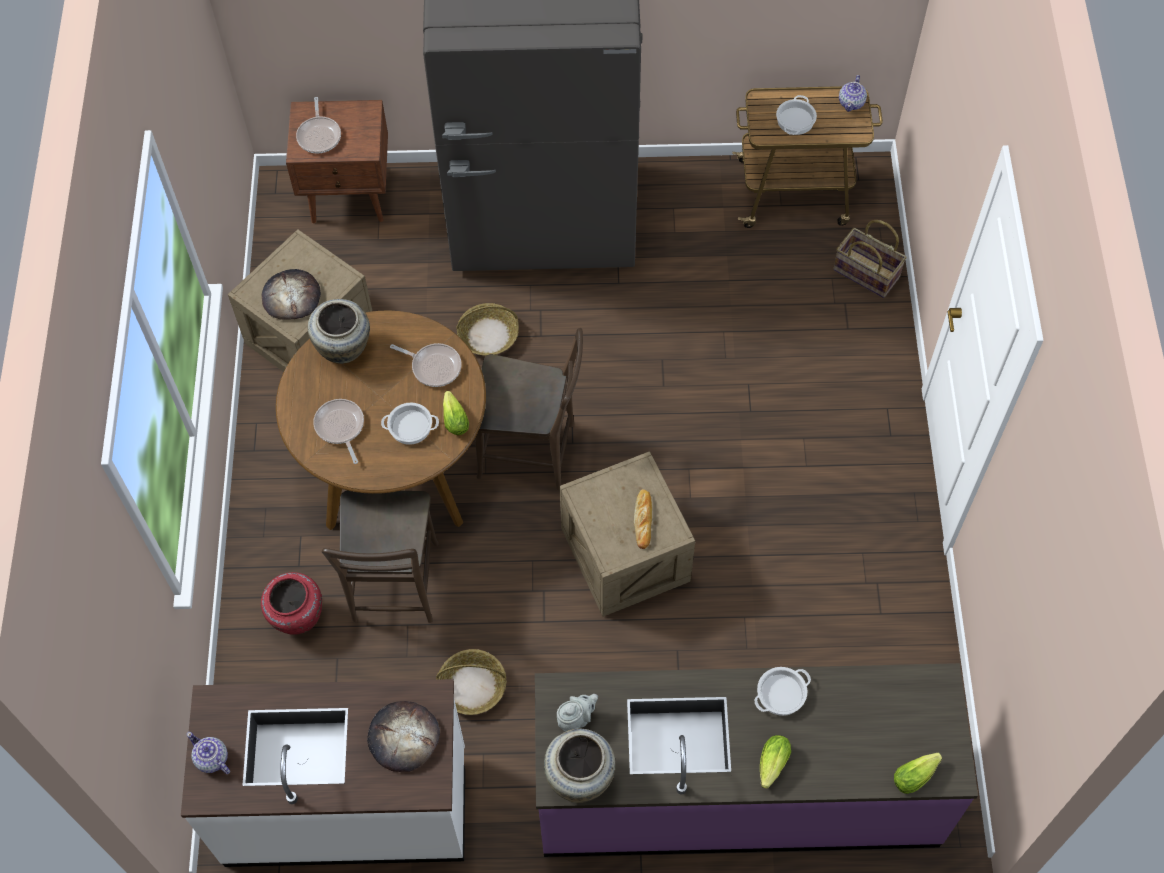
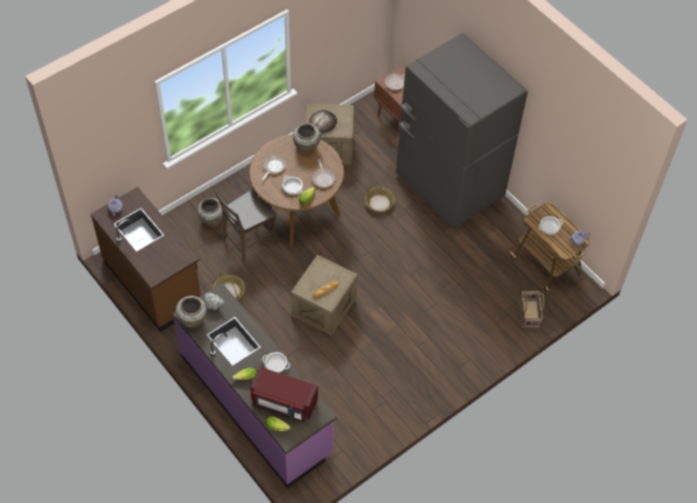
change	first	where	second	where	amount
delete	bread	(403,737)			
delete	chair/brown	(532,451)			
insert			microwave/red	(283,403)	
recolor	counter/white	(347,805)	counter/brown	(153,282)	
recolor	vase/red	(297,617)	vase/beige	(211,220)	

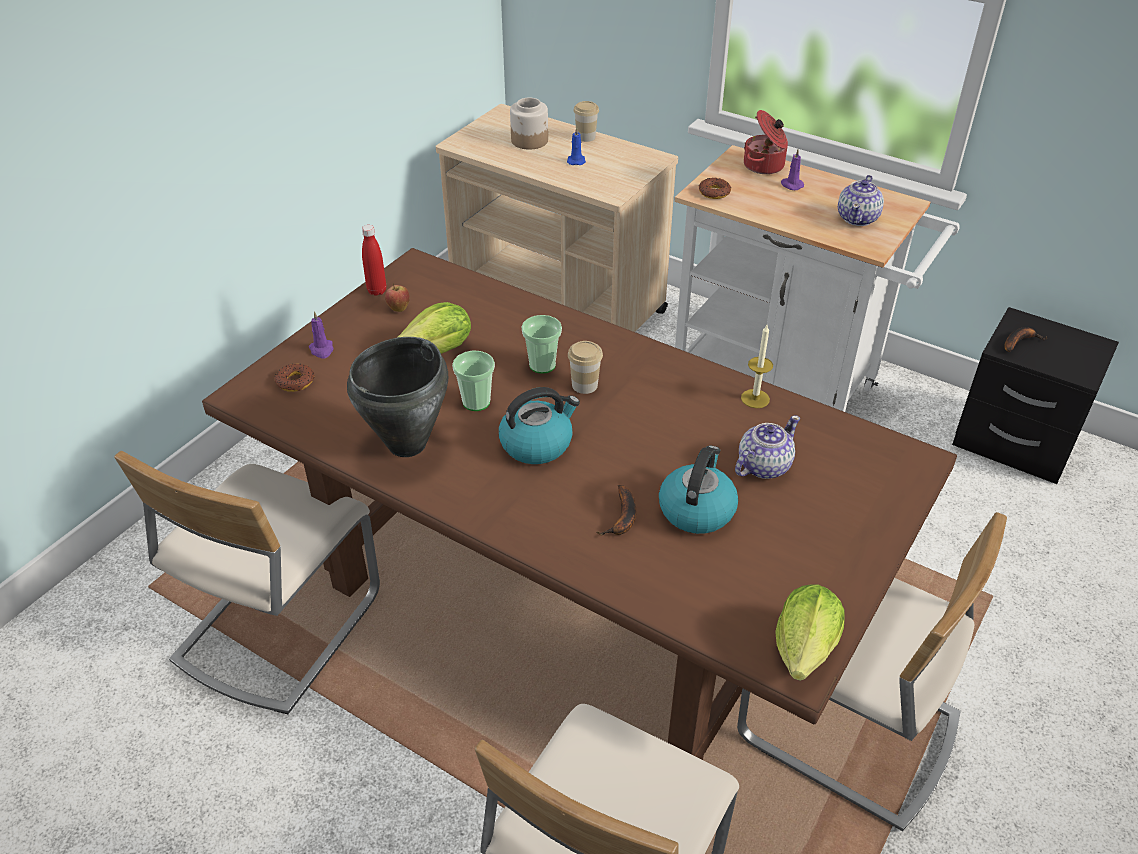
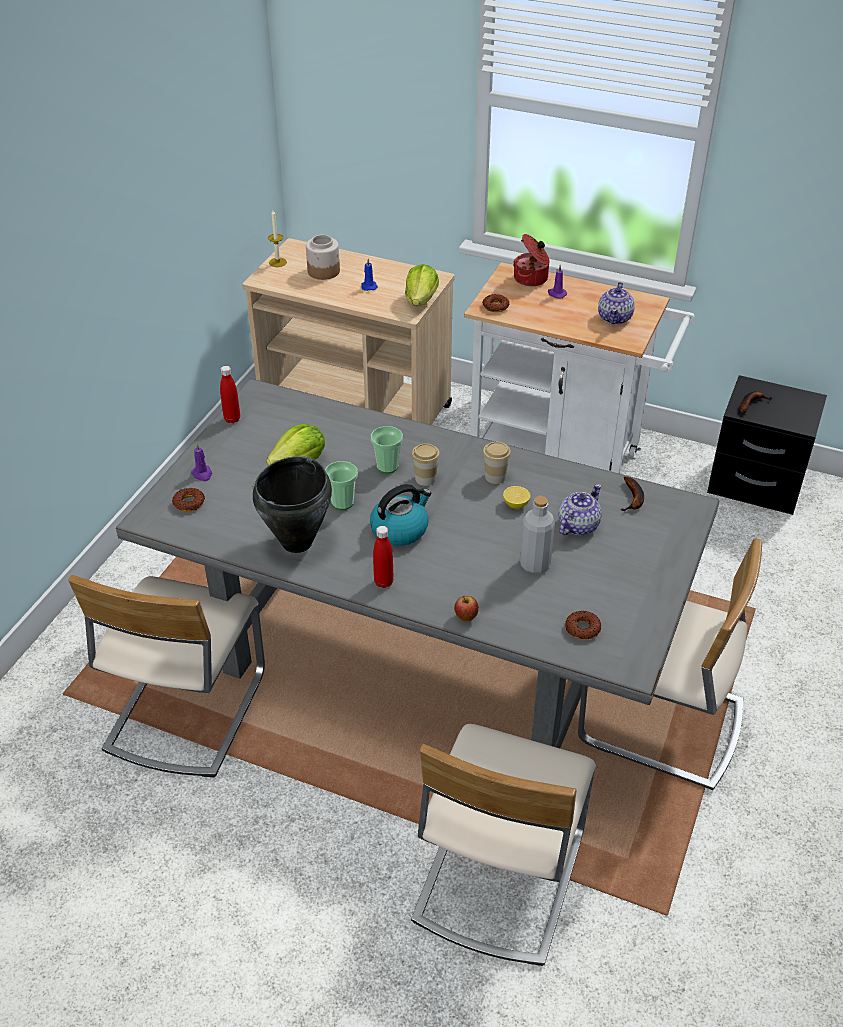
change	first	where	second	where	amount
insert			bottle/red	(383,582)	
insert			lemon	(516,504)	
insert			donut	(582,628)	
move	apple	(398,309)		(466,618)	
move	cup	(586,137)		(495,477)	
move	banana	(622,518)		(633,499)	
move	candle	(755,398)		(277,262)	
move	lettuce	(805,648)		(421,300)	
replace	kettle	(696,509)	bottle/grey	(534,564)	
recolor	dining table/brown	(565,592)	dining table/grey	(418,651)	

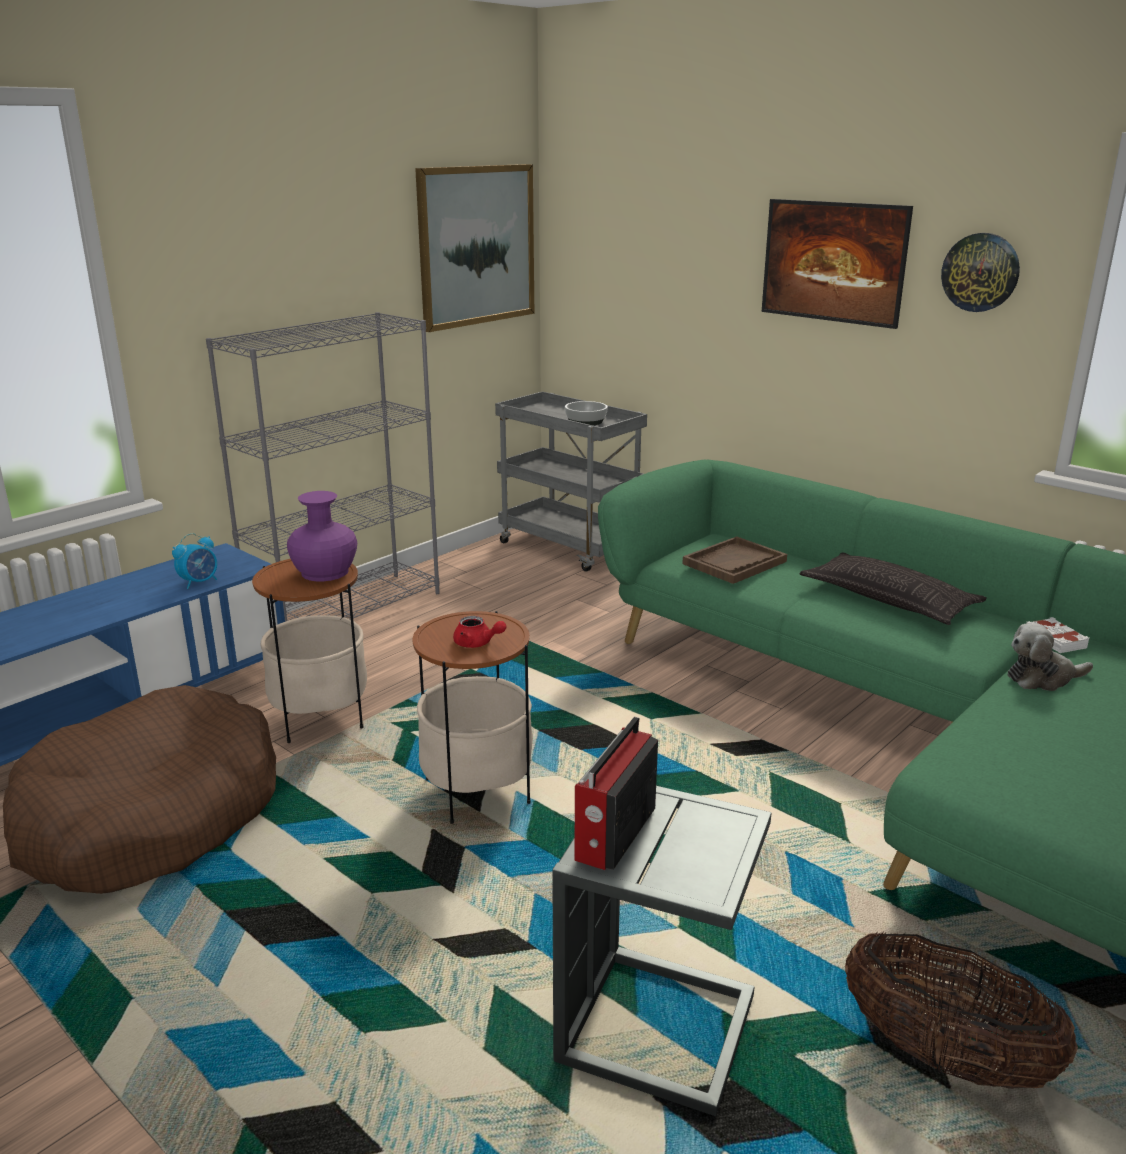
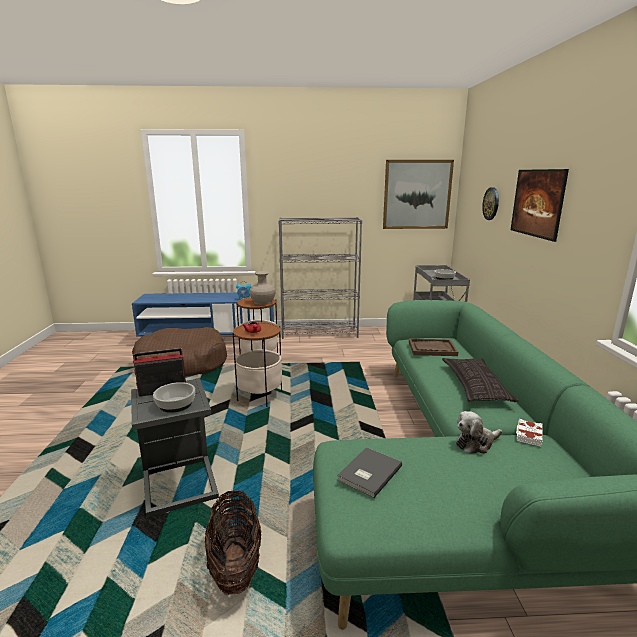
change	first	where	second	where	amount
insert			bowl	(175,404)	
insert			book/grey	(368,473)	
move	wall clock	(980,272)		(491,203)	
recolor	vase/purple	(325,572)	vase/beige	(263,302)	
rotate	plush toy	(1042,678)		(476,443)	60 degrees counterclockwise

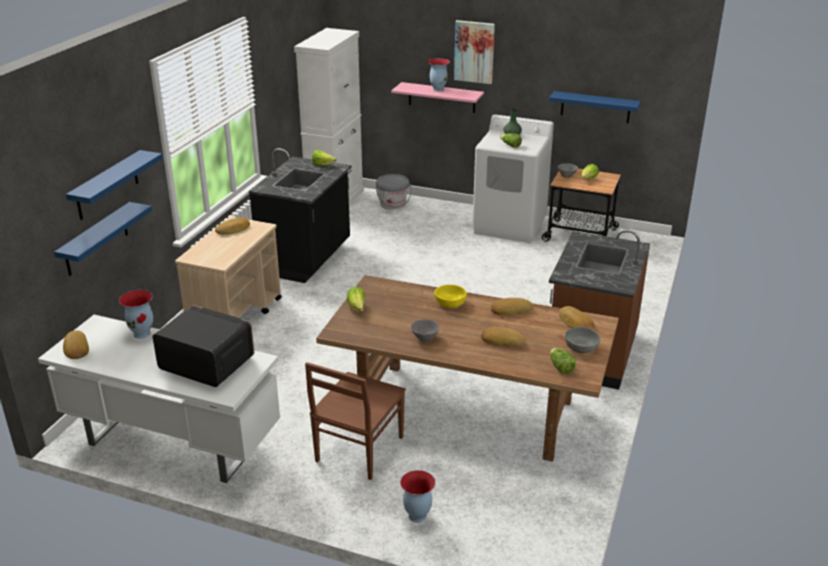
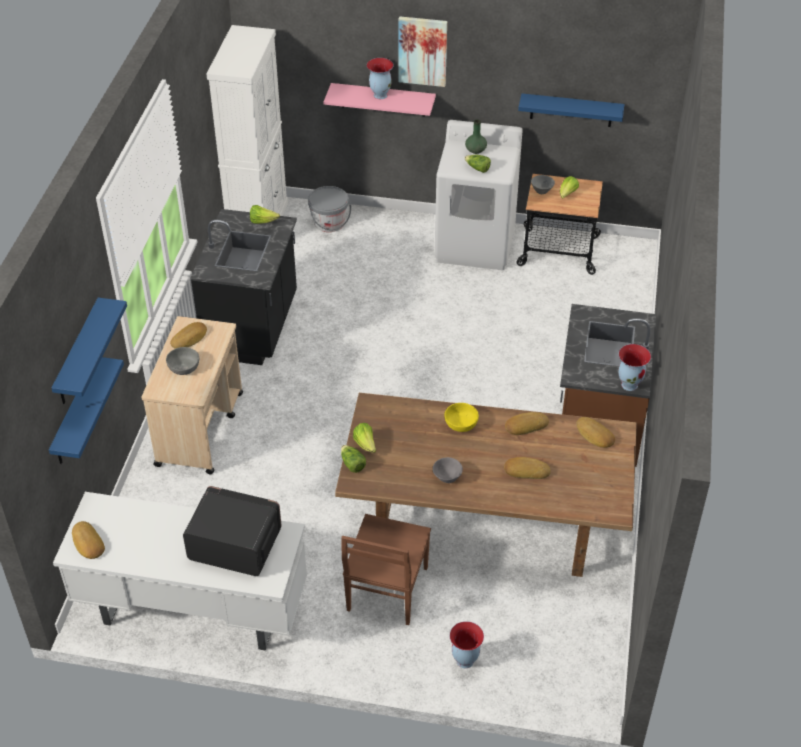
change	first	where	second	where	amount
move	vase	(142,333)		(629,384)	
move	lettuce	(560,367)		(352,464)	
move	bowl/grey	(581,347)		(184,367)	

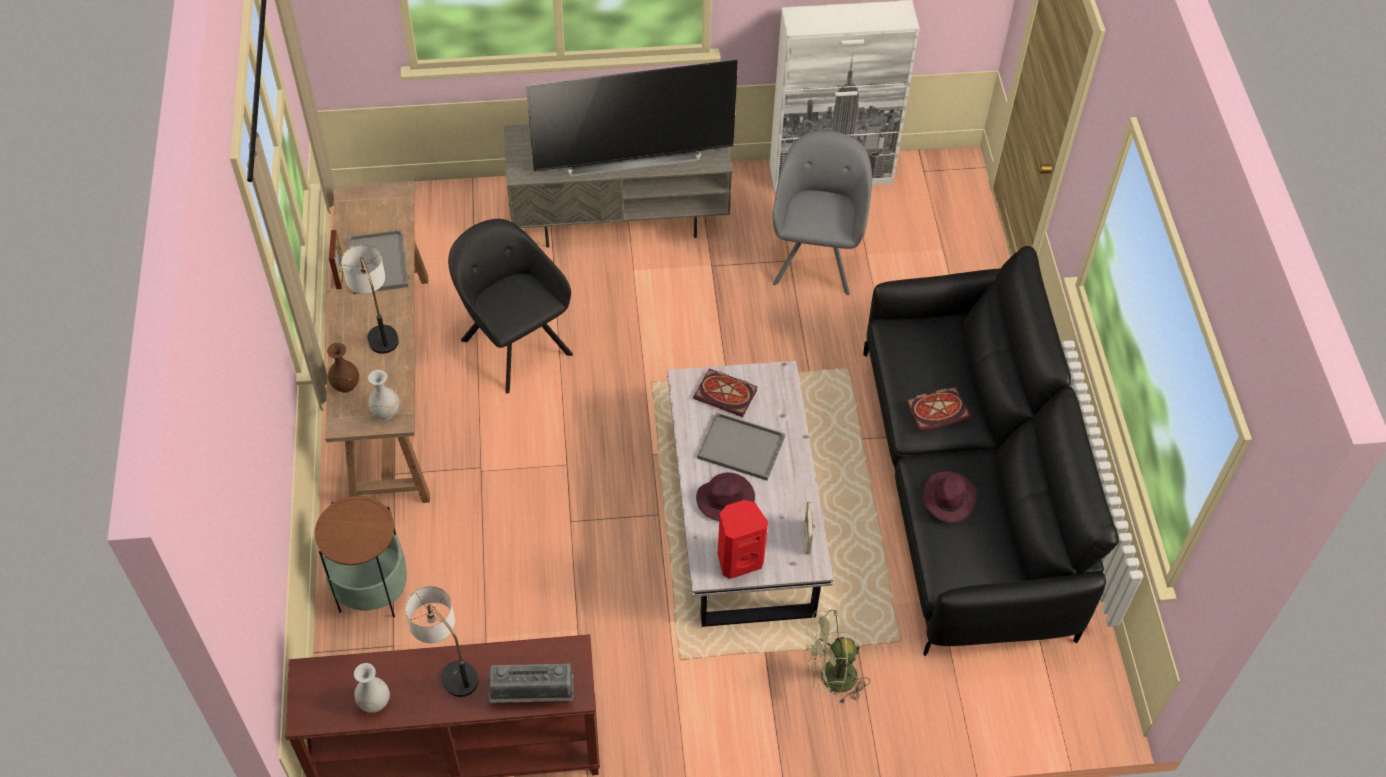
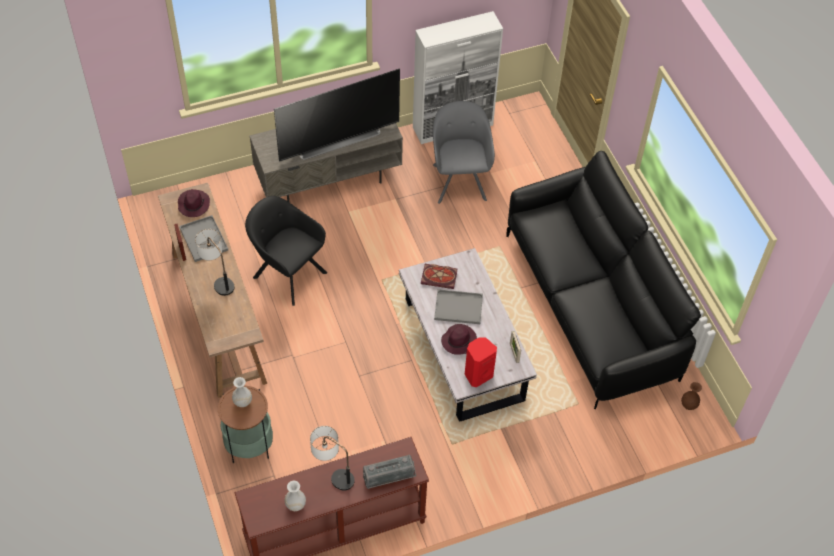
change	first	where	second	where	amount
delete	fan/green	(830,678)			
delete	book	(938,410)			
move	vase/brown	(346,385)		(688,405)	
move	vase/white	(385,412)		(242,402)	
move	hat/purple	(948,498)		(193,204)	

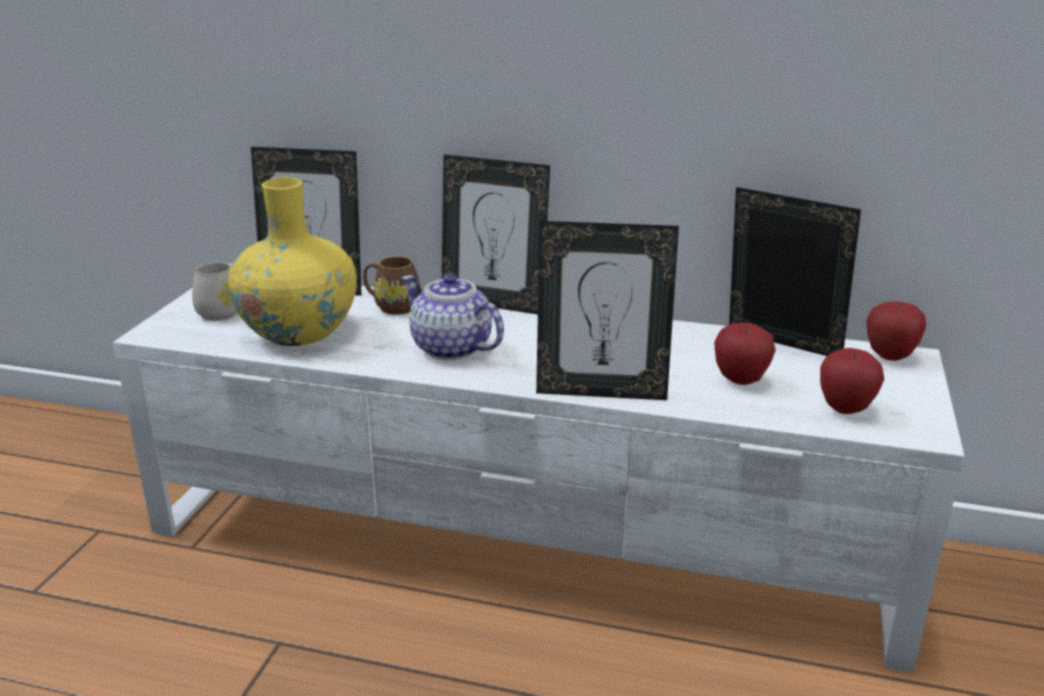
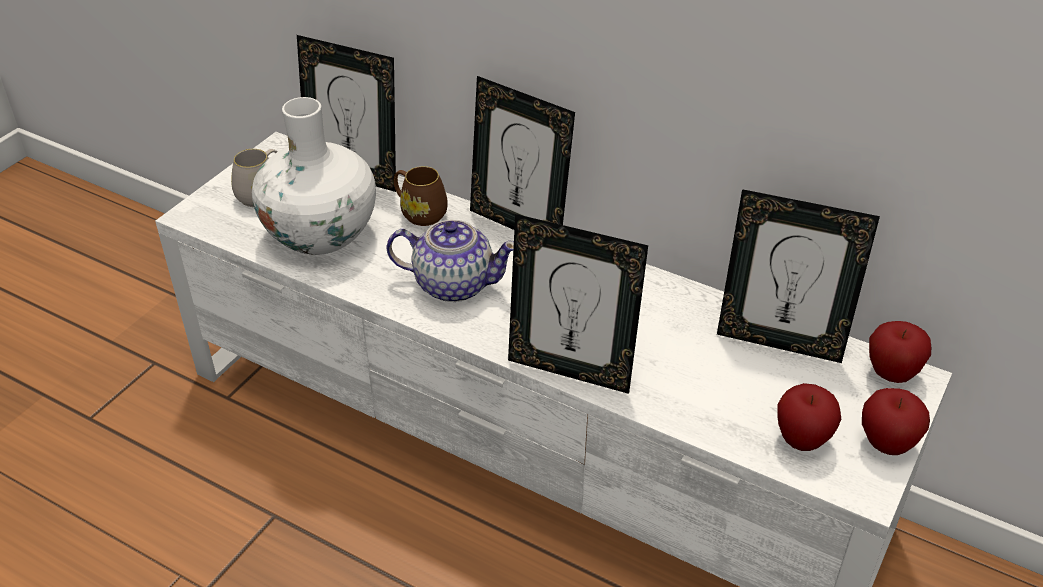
change	first	where	second	where	amount
move	apple	(740,381)		(886,444)	
recolor	vase/yellow	(299,331)	vase/white	(321,234)	
rotate	teapot	(452,348)		(453,284)	135 degrees clockwise
rotate	picture frame	(780,348)		(780,341)	150 degrees clockwise

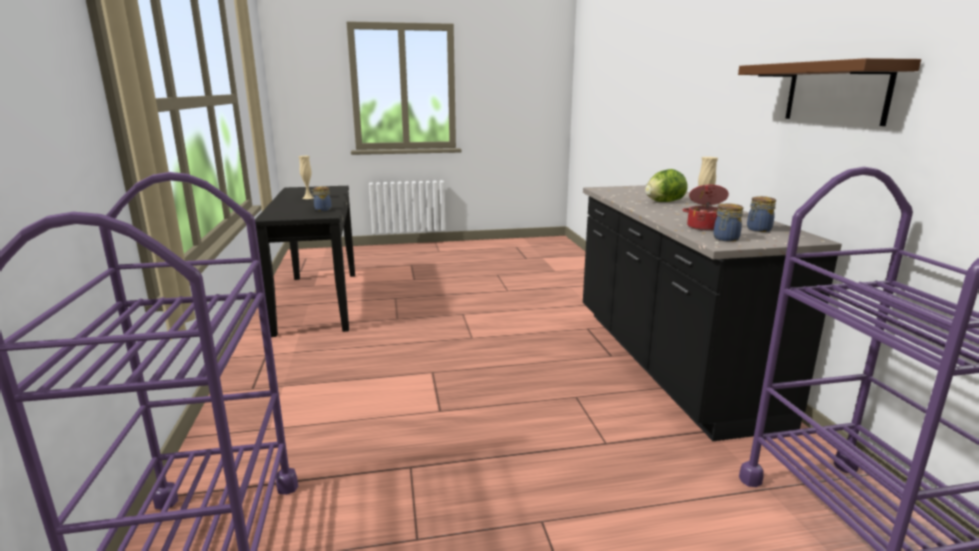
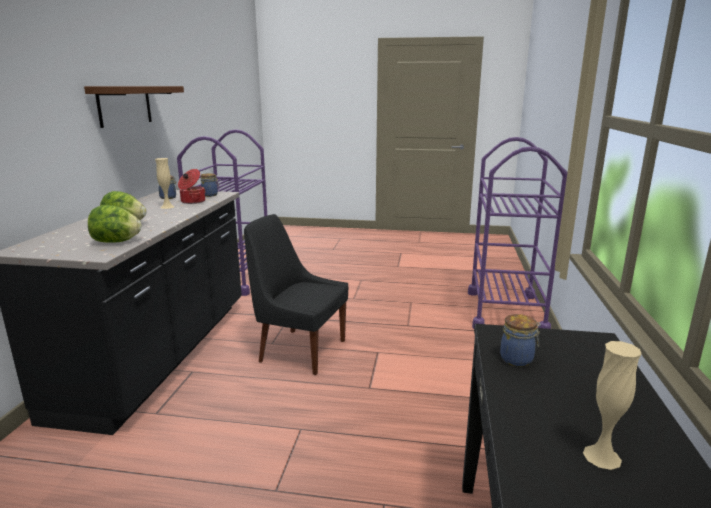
change	first	where	second	where	amount
insert			lettuce	(116,242)	
insert			chair/black	(299,350)	

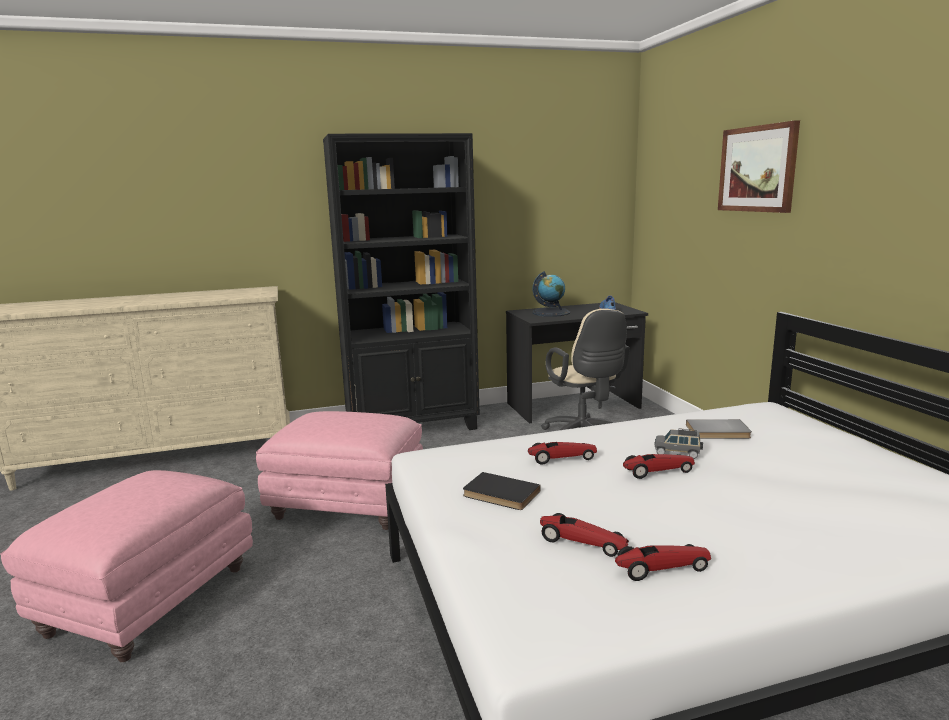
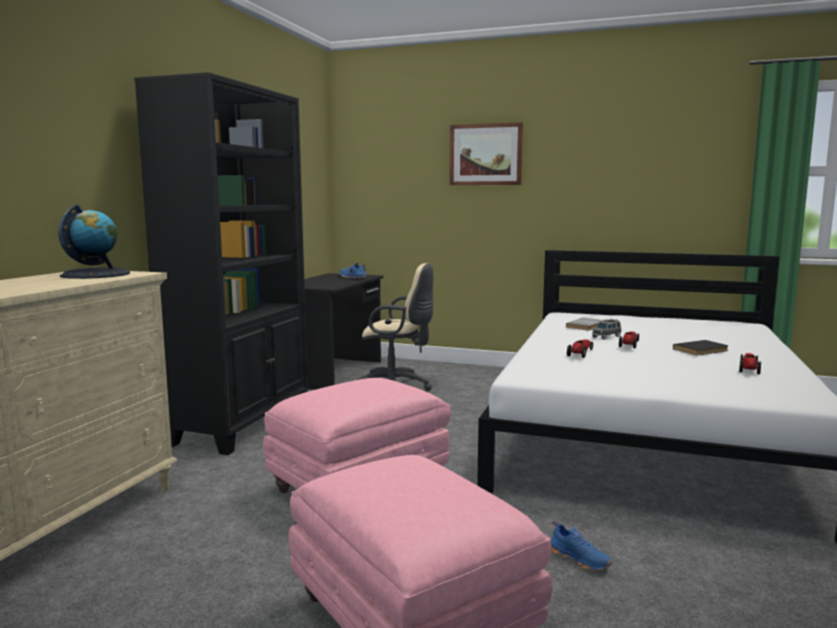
change	first	where	second	where	amount
delete	toy car	(582,543)			
insert			shoe/blue	(580,559)	
move	book/black	(500,494)		(702,350)	
move	globe	(551,312)		(95,274)	

